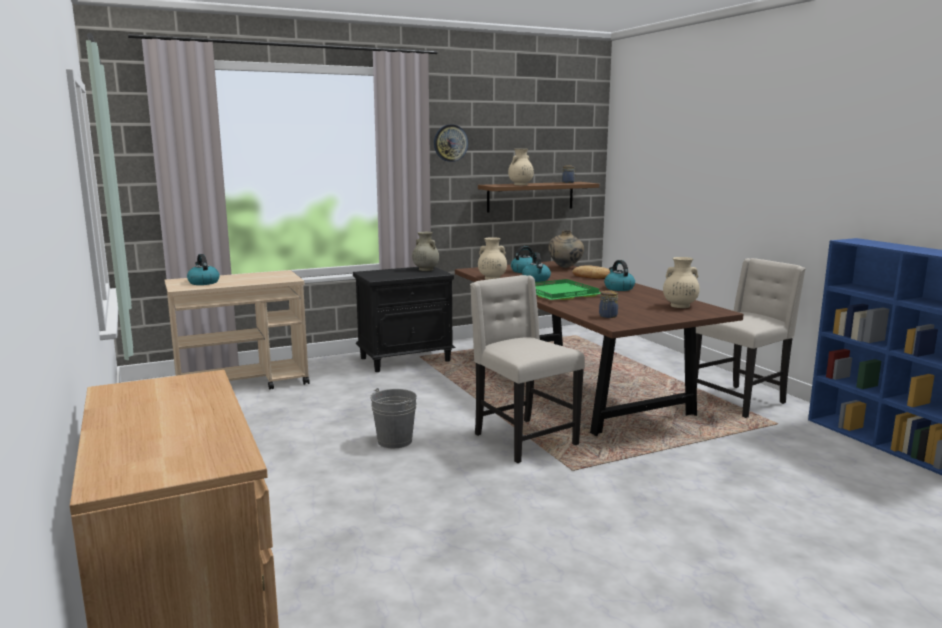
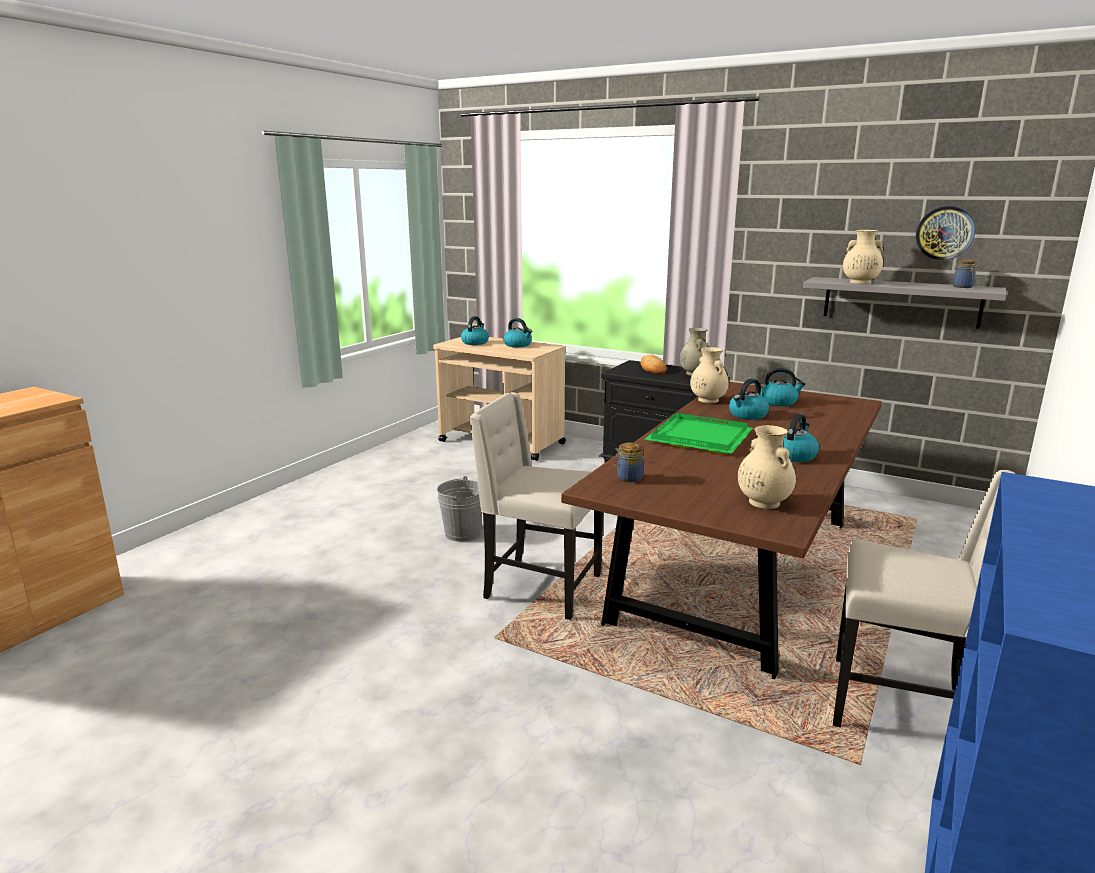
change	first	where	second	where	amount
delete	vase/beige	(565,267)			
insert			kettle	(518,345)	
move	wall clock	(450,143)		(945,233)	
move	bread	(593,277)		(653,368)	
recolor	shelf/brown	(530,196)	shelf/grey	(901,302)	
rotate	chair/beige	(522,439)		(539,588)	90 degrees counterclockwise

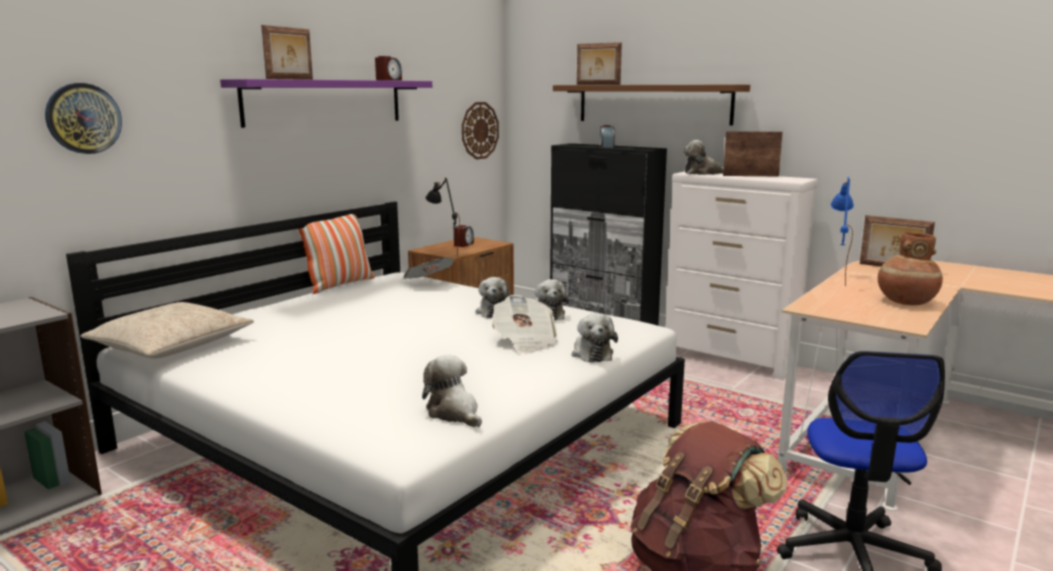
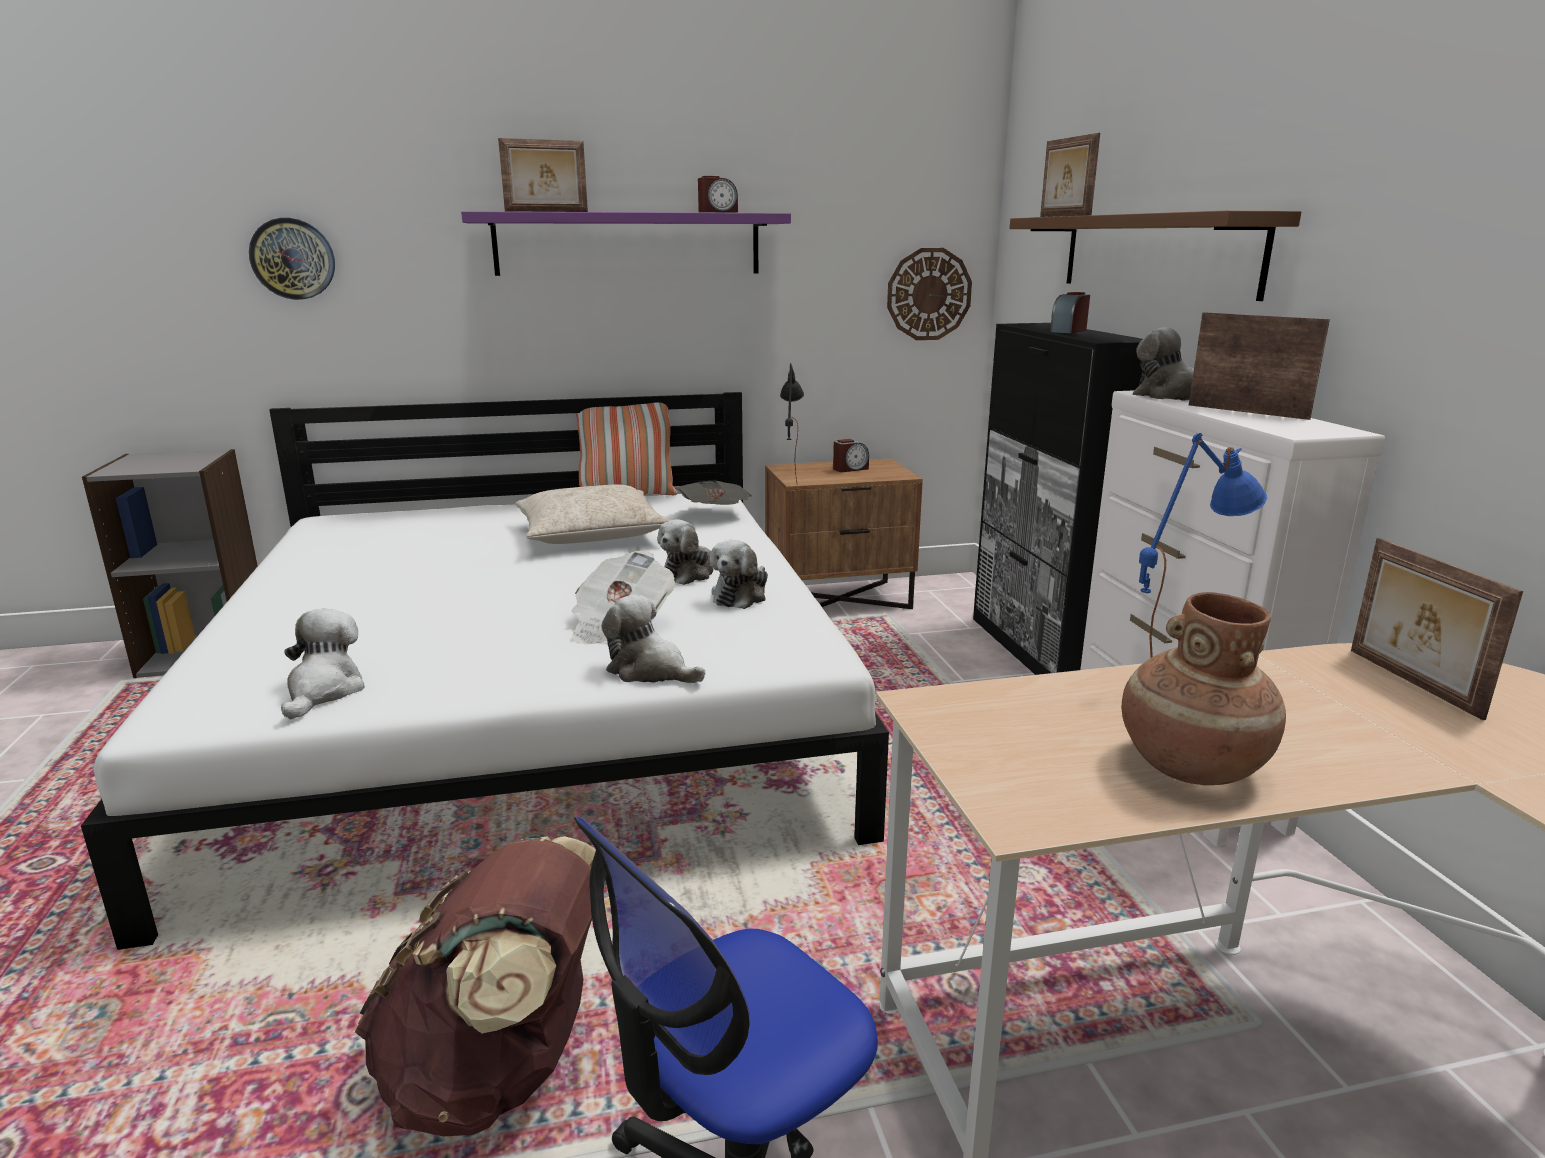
change	first	where	second	where	amount
move	pillow/beige	(171,346)		(591,533)	
rotate	plush toy	(591,353)		(650,671)	90 degrees clockwise

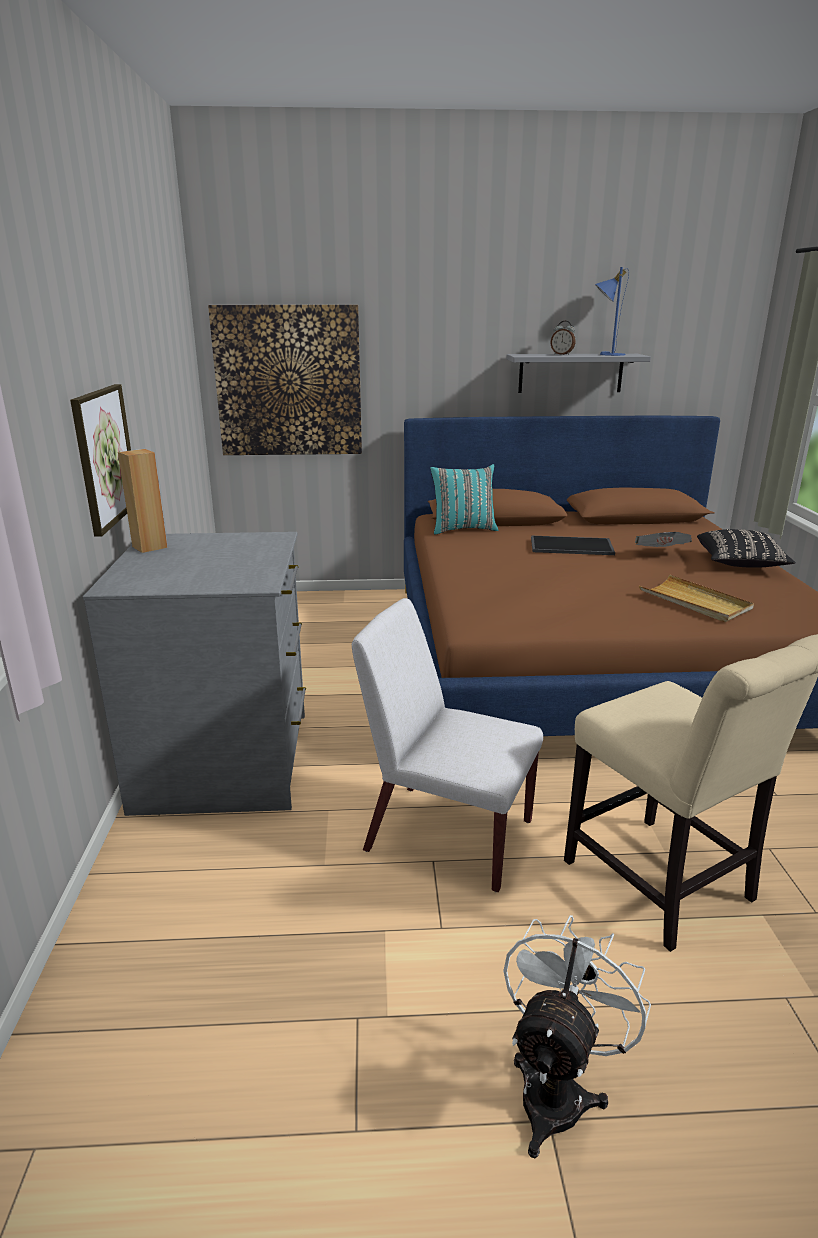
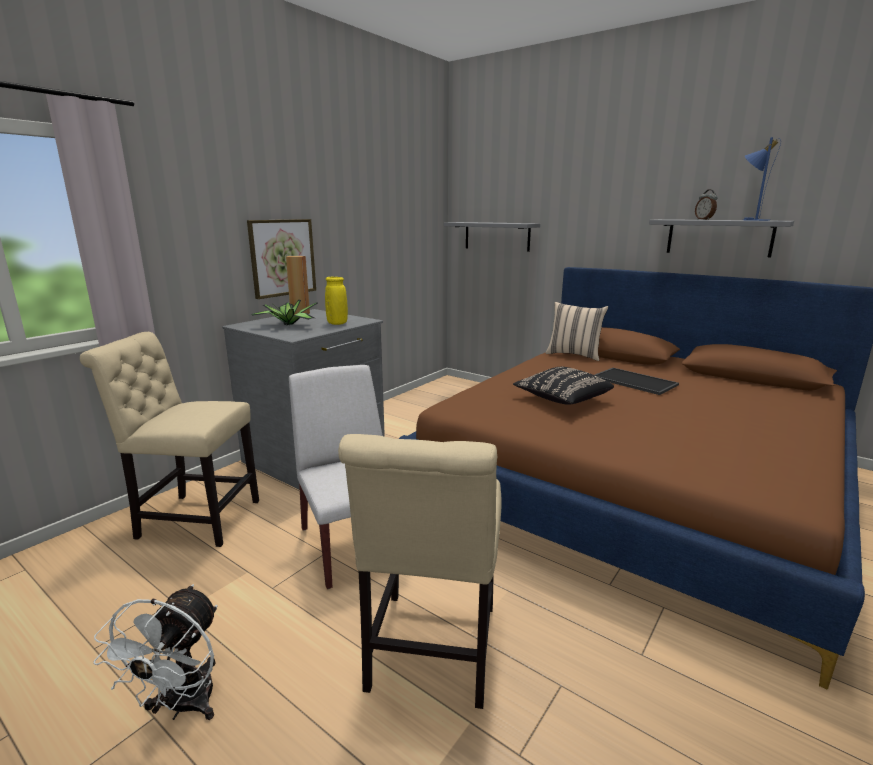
change	first	where	second	where	amount
delete	newspaper	(660,555)			
delete	tray/beige	(695,602)			
insert			chair/beige	(194,519)	
insert			potted plant	(287,325)	
insert			vase/yellow	(337,323)	
move	pillow/black	(740,564)		(562,399)	
replace	picture	(288,382)	shelf/grey	(497,236)	
recolor	pillow/turquoise	(463,529)	pillow/beige	(574,355)	
rotate	fan/white	(557,1089)		(182,707)	120 degrees clockwise

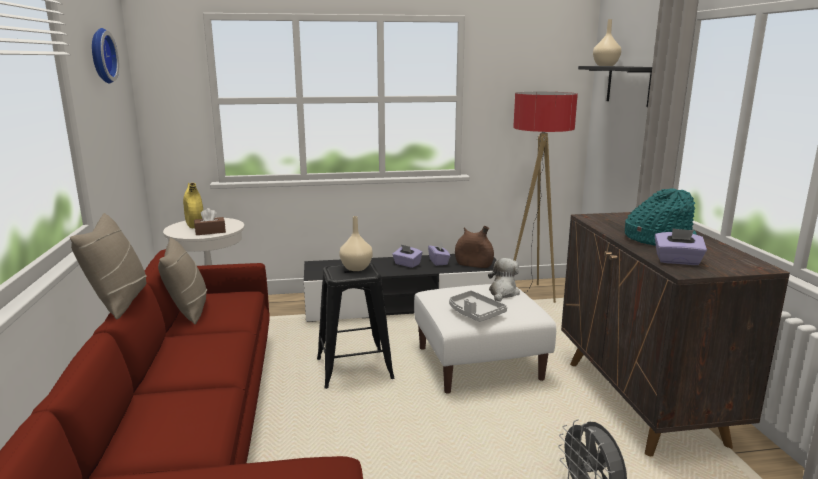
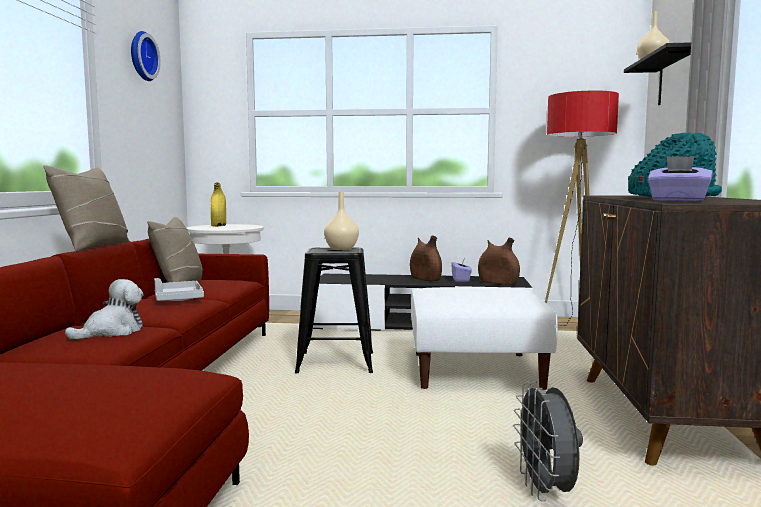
change	first	where	second	where	amount
delete	tissue box/brown	(210,232)			
move	tray/grey	(475,313)		(178,299)	
move	plush toy	(503,293)		(112,332)	
replace	tissue box/purple	(407,264)	vase/brown	(425,279)	

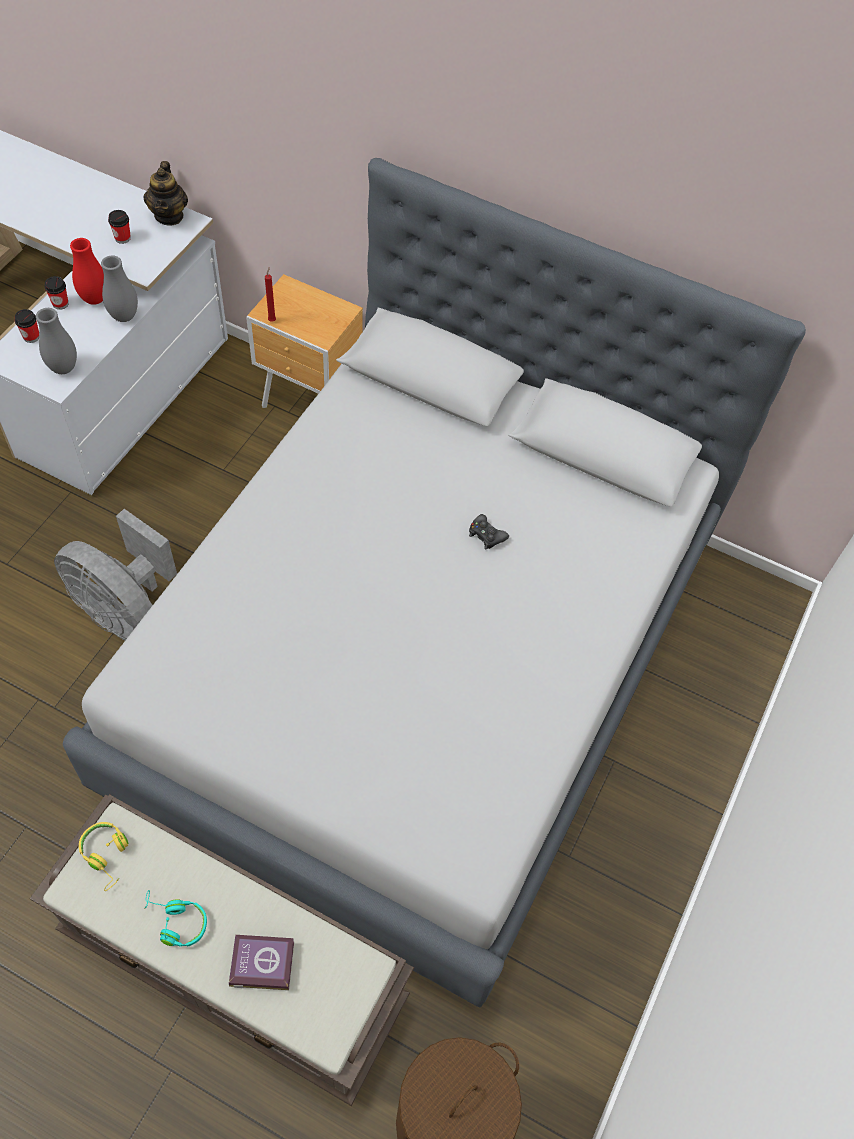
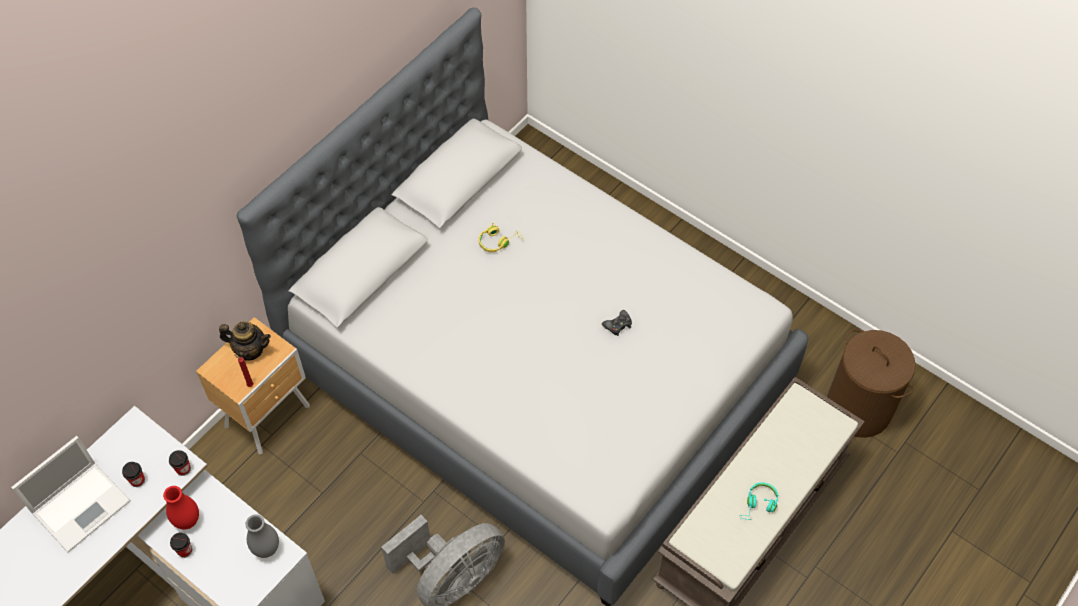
change	first	where	second	where	amount
delete	vase/grey	(124,316)			
delete	book	(261,962)			
insert			laptop	(82,505)	
move	cup	(31,337)		(183,469)	
move	headphones/yellow	(107,855)		(498,241)	
move	teapot	(169,216)		(250,350)	
move	game controller/black	(486,535)		(618,325)	

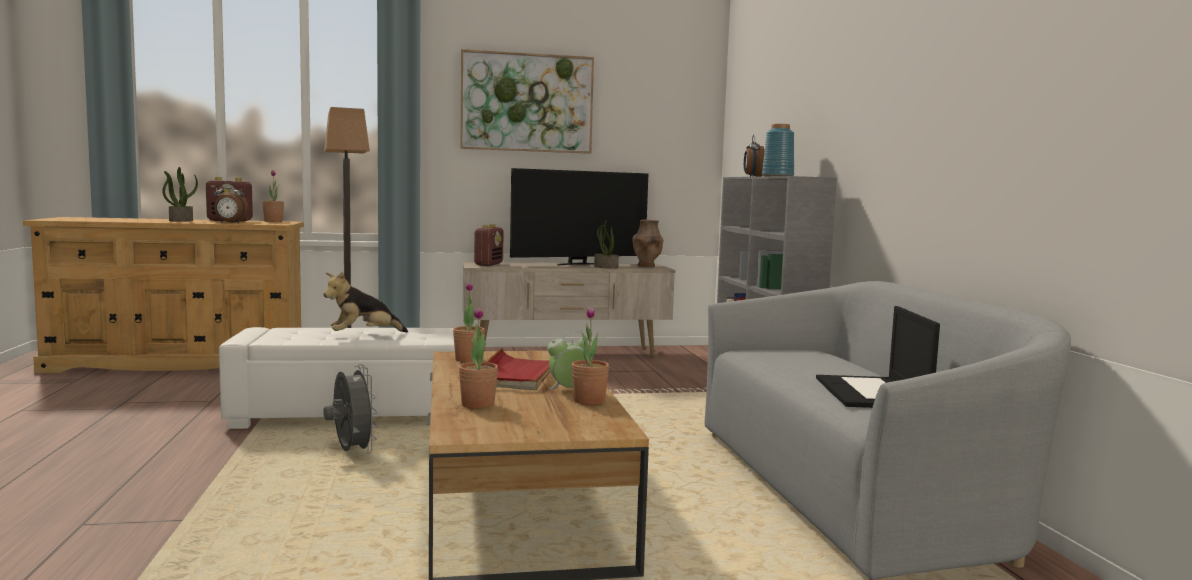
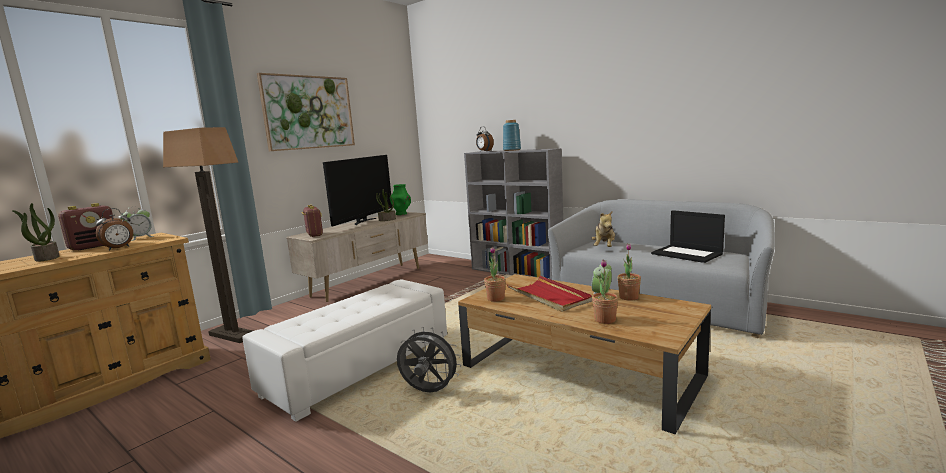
change	first	where	second	where	amount
move	plush toy	(363,336)		(604,247)	
replace	potted plant	(273,221)	alarm clock	(140,238)	
recolor	vase/brown	(646,266)	vase/green	(401,214)	

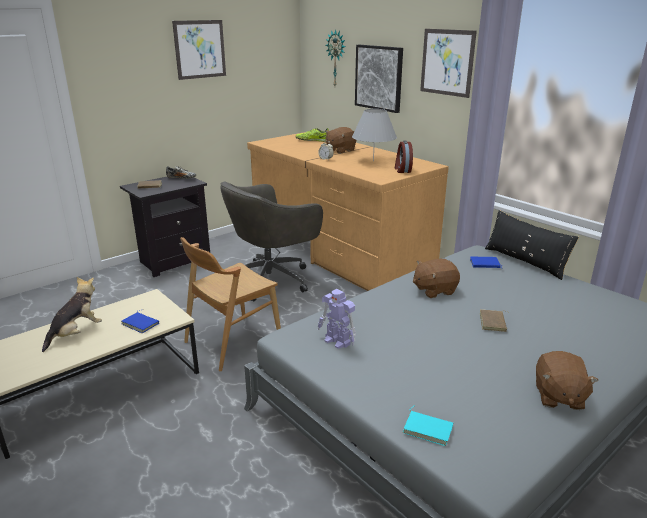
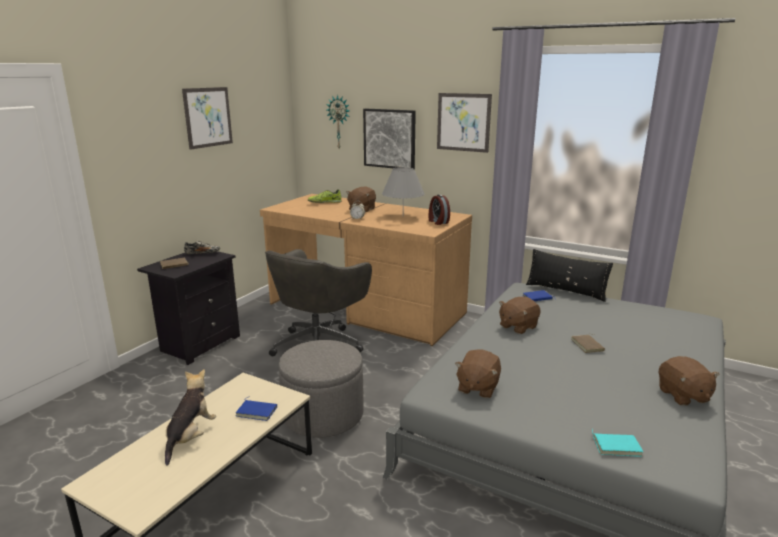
change	first	where	second	where	amount
replace	chair/brown	(232,342)	ottoman/grey	(323,415)	
replace	toy robot	(337,341)	plush toy/brown	(477,387)	

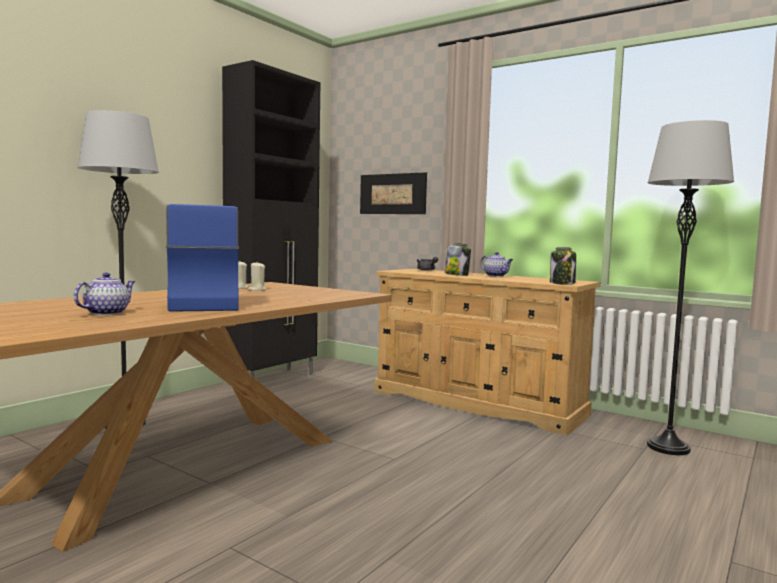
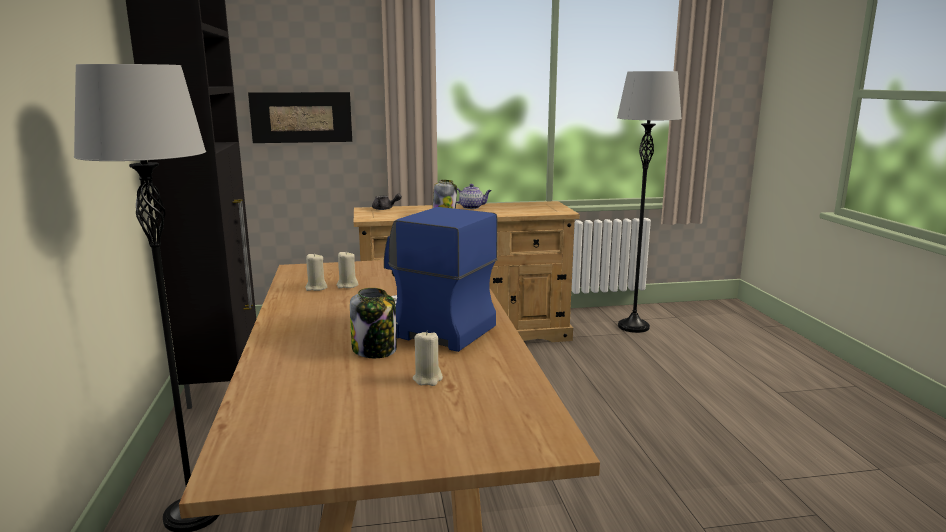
change	first	where	second	where	amount
move	jar	(562,283)		(375,350)	
replace	teapot	(107,313)	candle/beige	(427,379)	

